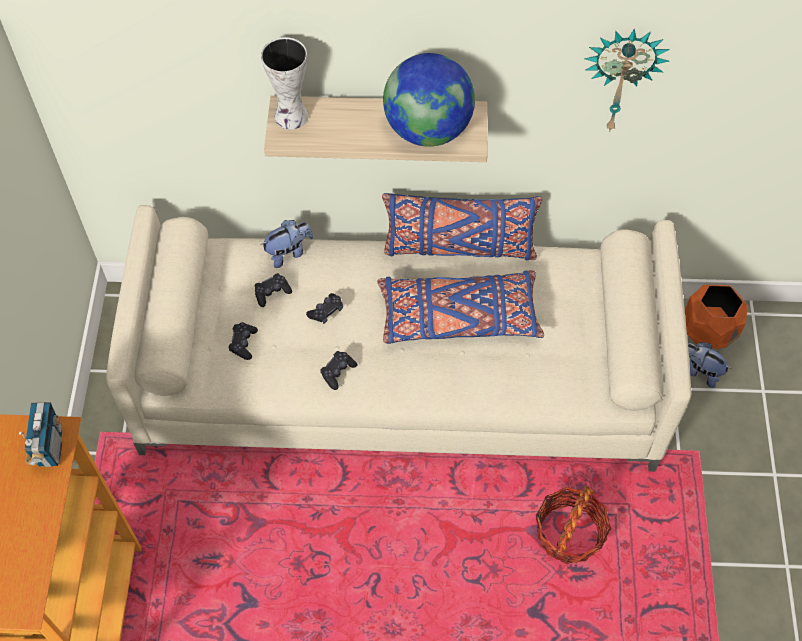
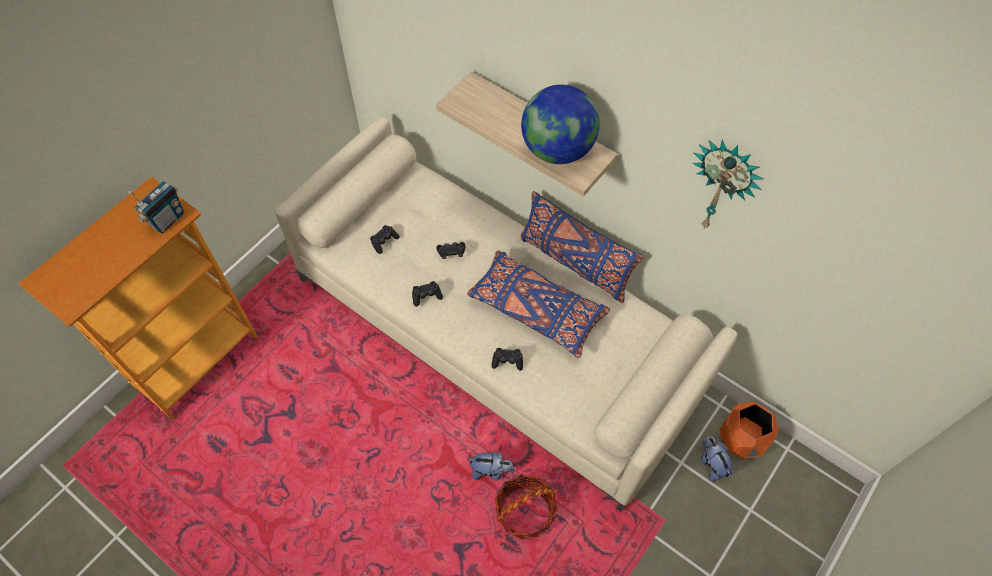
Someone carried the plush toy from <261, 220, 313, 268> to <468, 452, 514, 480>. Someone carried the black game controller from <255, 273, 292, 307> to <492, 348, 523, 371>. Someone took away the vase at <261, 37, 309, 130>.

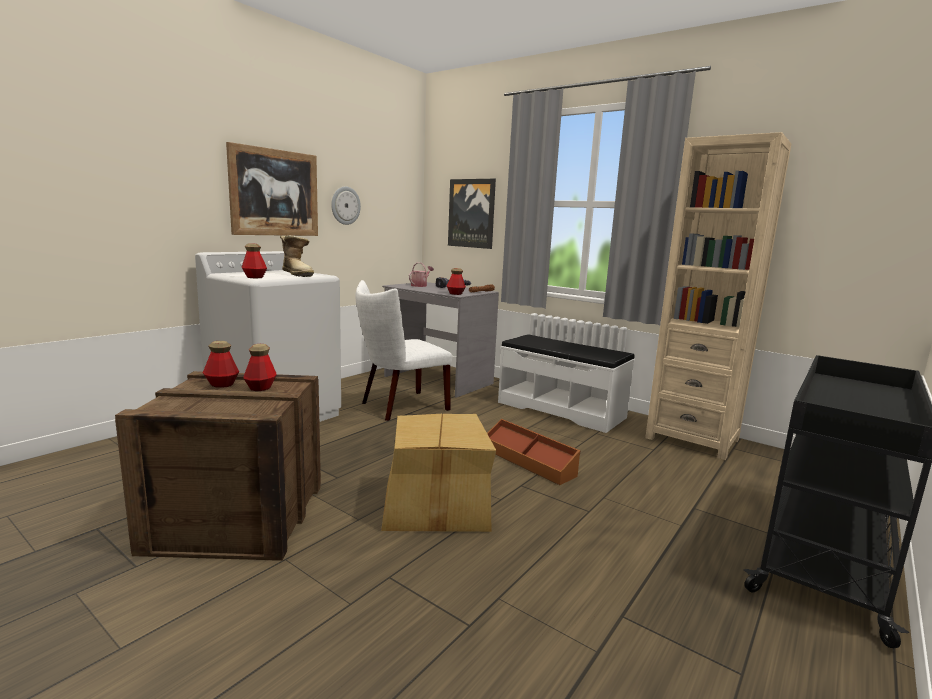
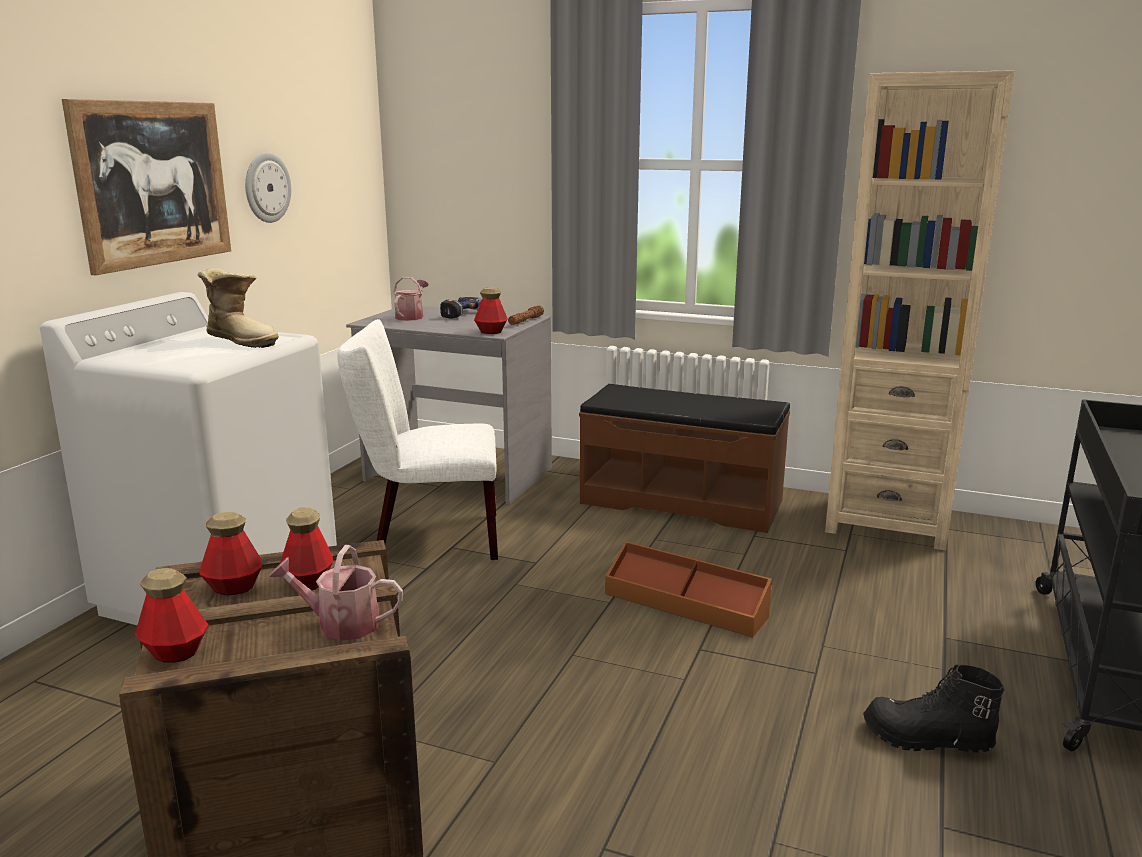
Someone carried the bottle from <242, 243, 267, 278> to <135, 568, 208, 663>. Someone put down the watering can at <269, 545, 403, 641>. Someone rotated the white chair at <355, 280, 452, 421> by 45 degrees clockwise. Someone repainted the white bench at <498, 334, 635, 433>, which became the brown bench at <579, 384, 790, 533>. Someone put down the black boot at <863, 664, 1004, 752>. Someone took away the cardboard box at <381, 414, 496, 532>. Someone took away the picture at <448, 179, 496, 249>.

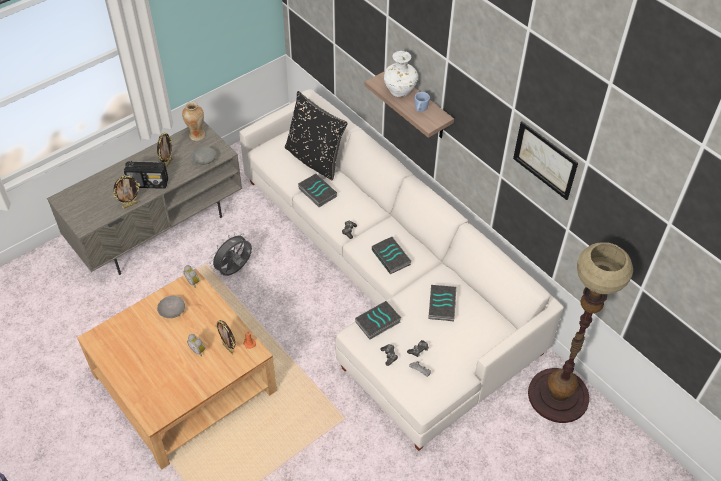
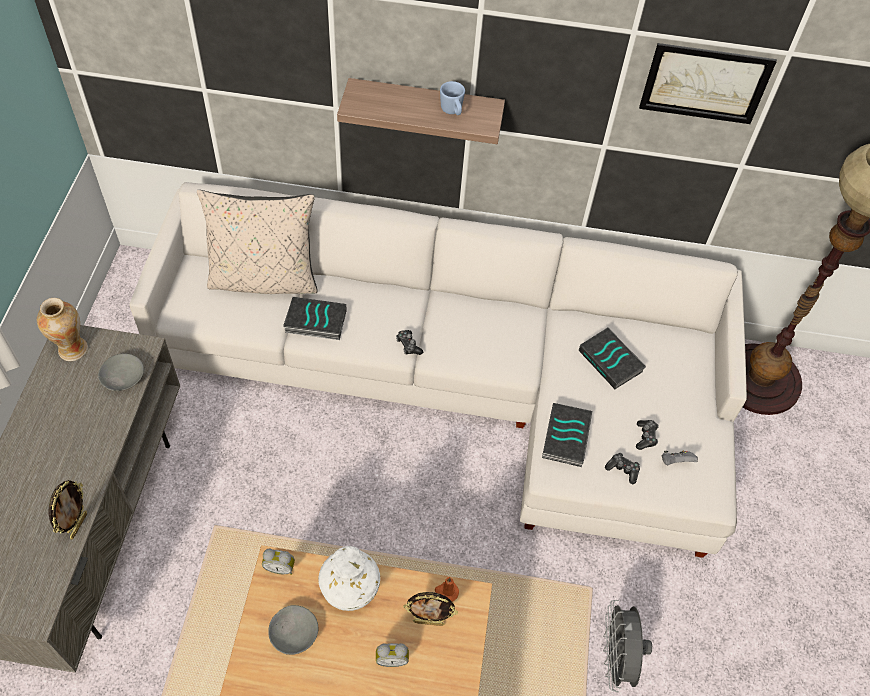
Someone repainted the black pillow at <285, 91, 348, 180>, which became the beige pillow at <197, 190, 318, 294>. Someone carried the white vase from <384, 51, 418, 97> to <318, 546, 380, 611>. Someone carried the grey fan from <210, 233, 252, 276> to <603, 600, 652, 692>. Someone took away the radio at <124, 160, 168, 189>. Someone took away the picture frame at <157, 132, 173, 168>. Someone took away the book at <372, 237, 411, 274>.

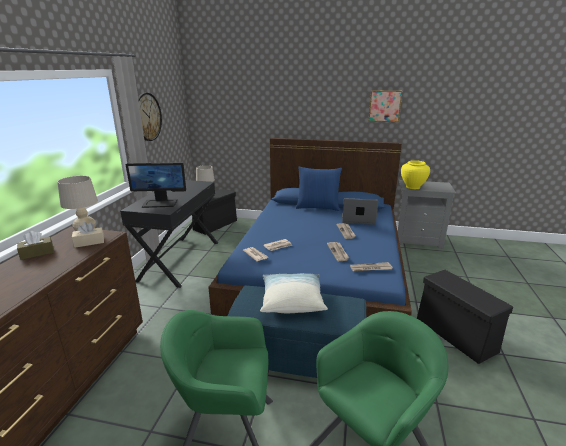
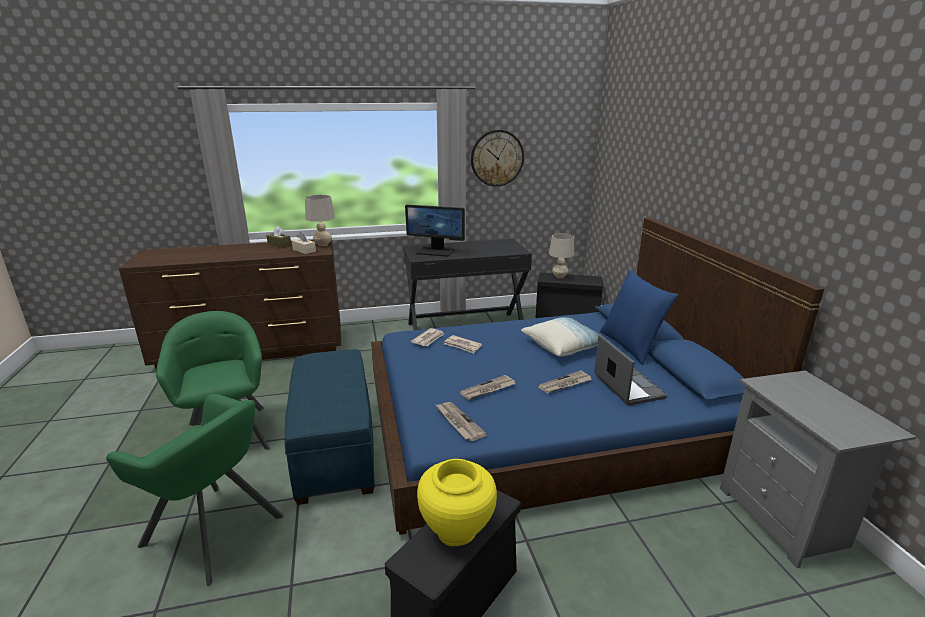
Someone rotated the monitor at <126, 162, 186, 208> by 45 degrees counterclockwise. Someone carried the yellow vase from <401, 160, 430, 189> to <417, 459, 497, 546>. Someone carried the pillow from <260, 273, 328, 313> to <521, 317, 610, 357>. Someone took away the picture at <368, 90, 402, 122>.

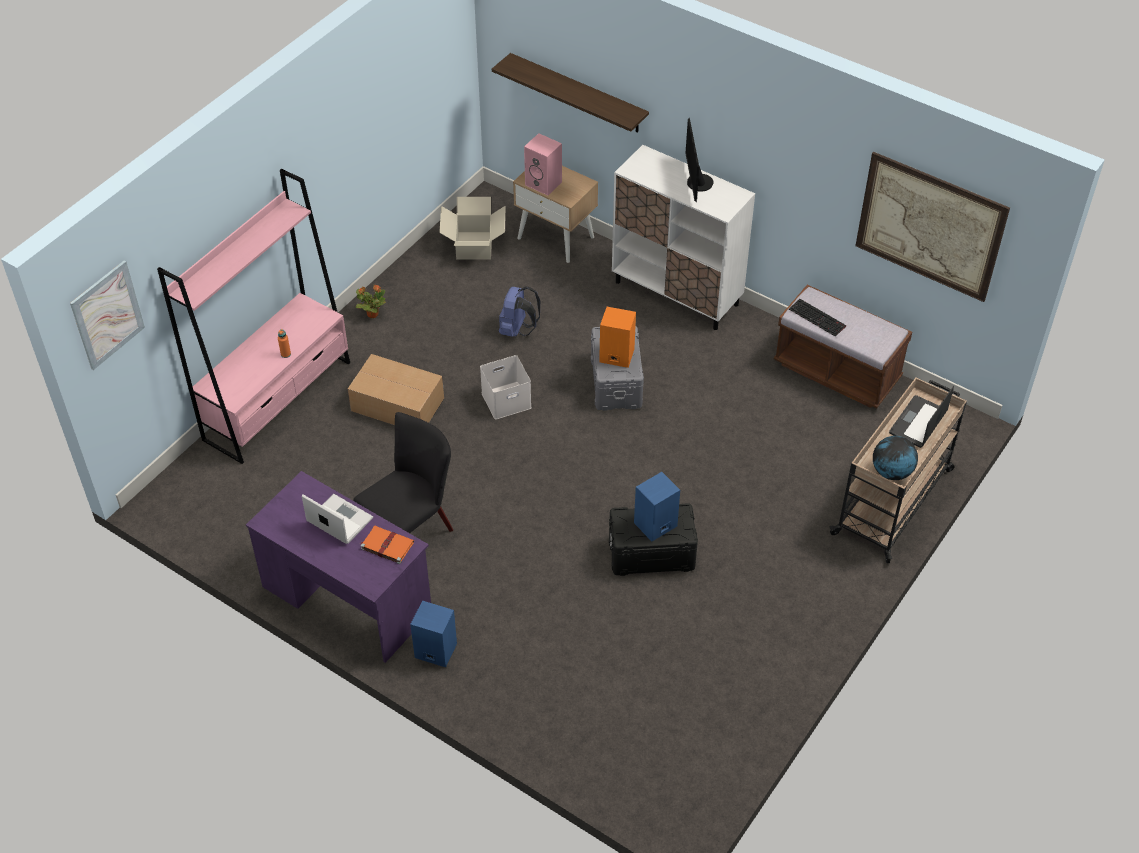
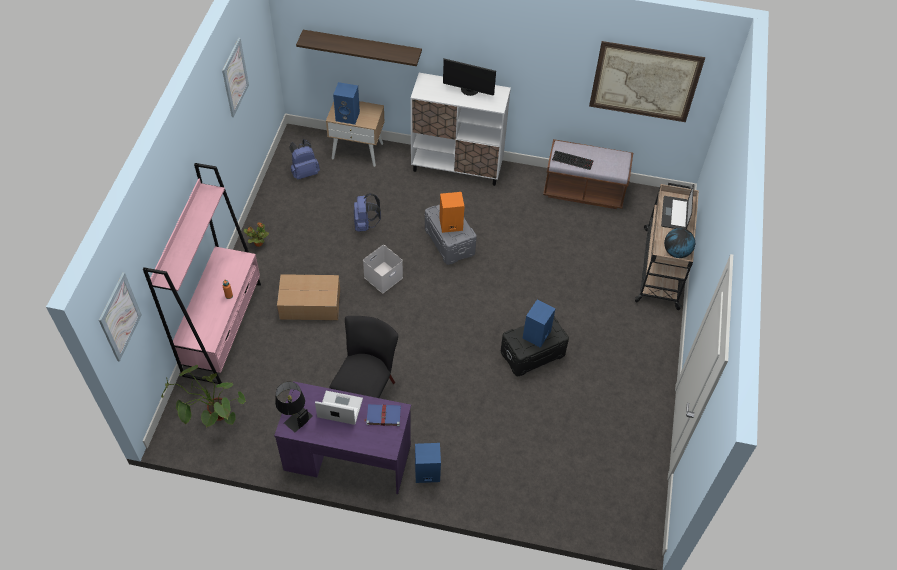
Someone put down the potted plant at <161, 365, 246, 428>. Someone put up the picture at <222, 38, 249, 117>. Someone put down the black table lamp at <275, 382, 313, 432>. Someone swapped the cardboard box at <439, 197, 506, 260> for the blue backpack at <289, 139, 320, 179>. Someone repainted the pink speaker at <524, 133, 562, 196>, which became the blue speaker at <333, 82, 360, 125>. Someone repainted the orange book at <361, 526, 414, 564>, which became the blue book at <364, 404, 401, 426>. Someone rotated the monitor at <685, 118, 714, 202> by 45 degrees counterclockwise.

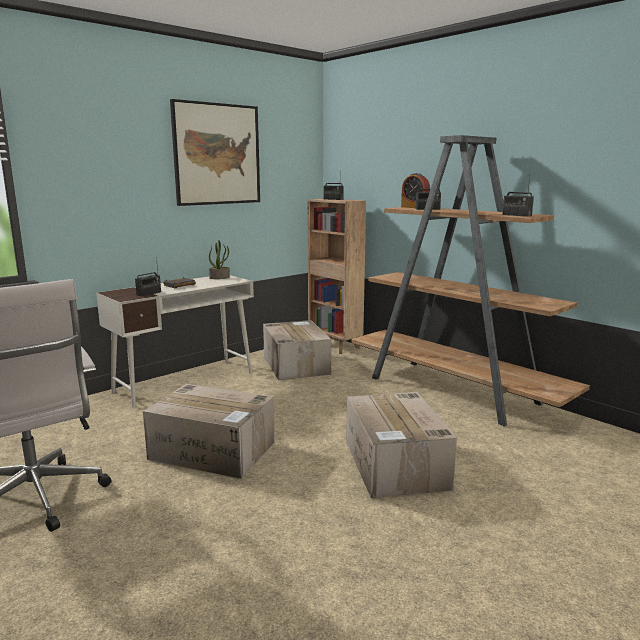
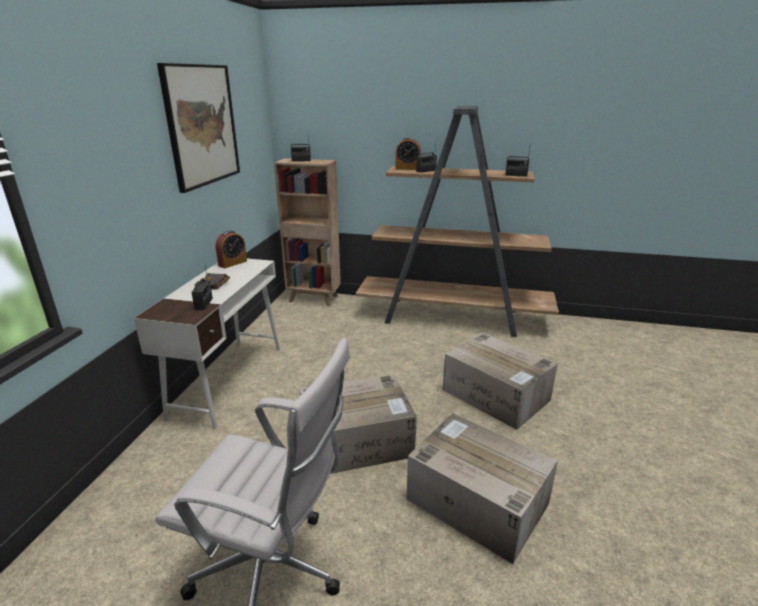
Someone swapped the potted plant at <209, 241, 230, 279> for the alarm clock at <216, 230, 247, 268>. Someone carried the cardboard box from <263, 320, 331, 380> to <407, 413, 558, 564>.

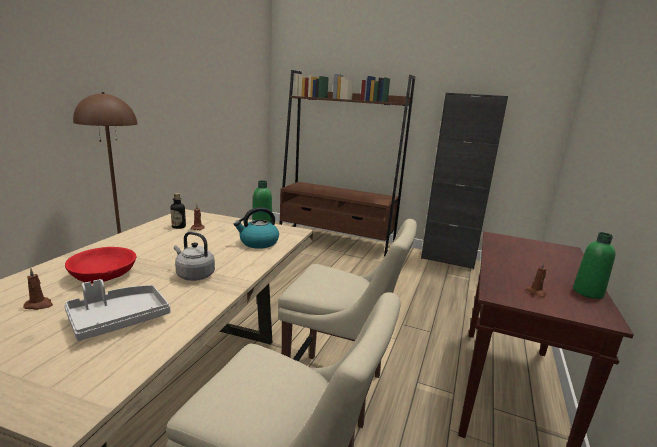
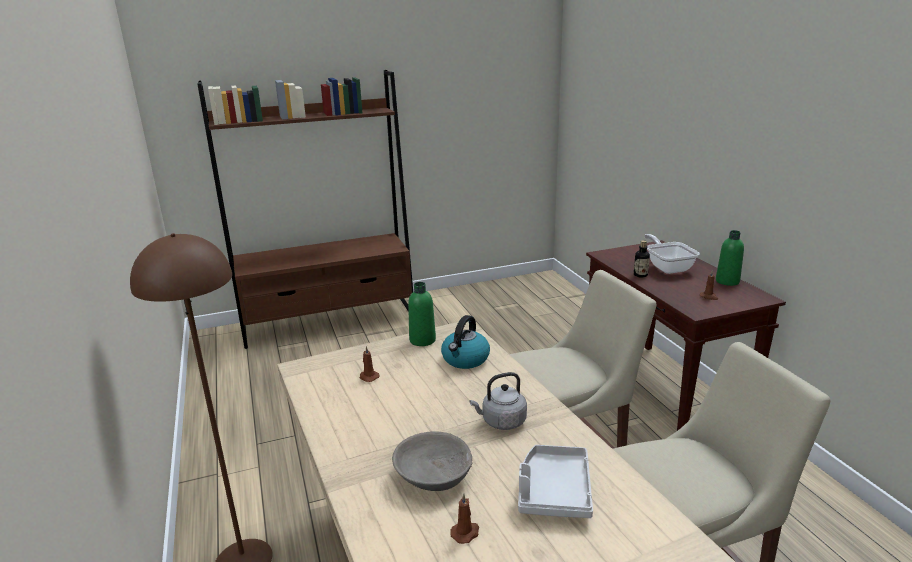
Someone repainted the red bowl at <65, 247, 136, 284>, which became the grey bowl at <392, 431, 472, 491>. Someone carried the bottle from <171, 193, 186, 229> to <634, 240, 650, 278>. Someone put down the frying pan at <644, 234, 699, 274>. Someone took away the black cabinet at <421, 93, 508, 270>.

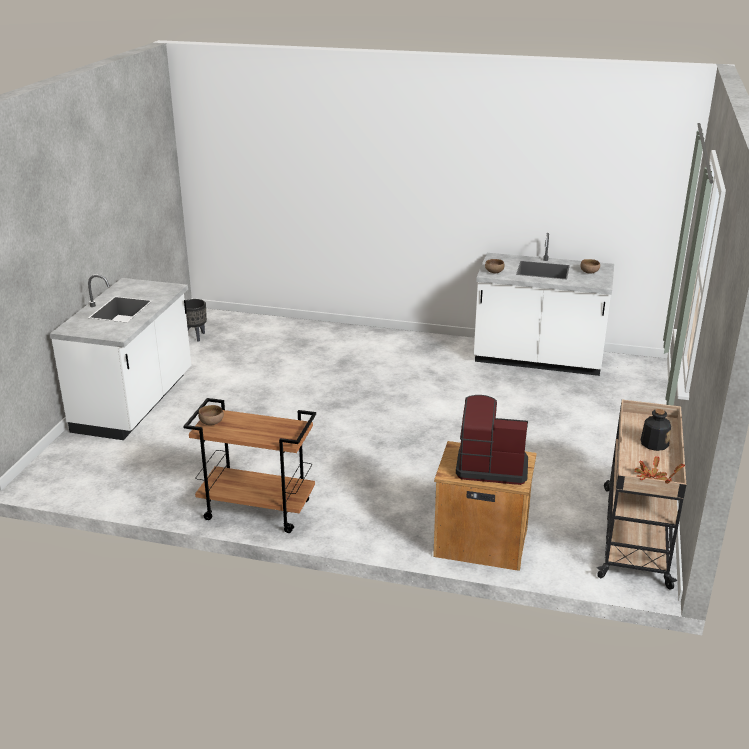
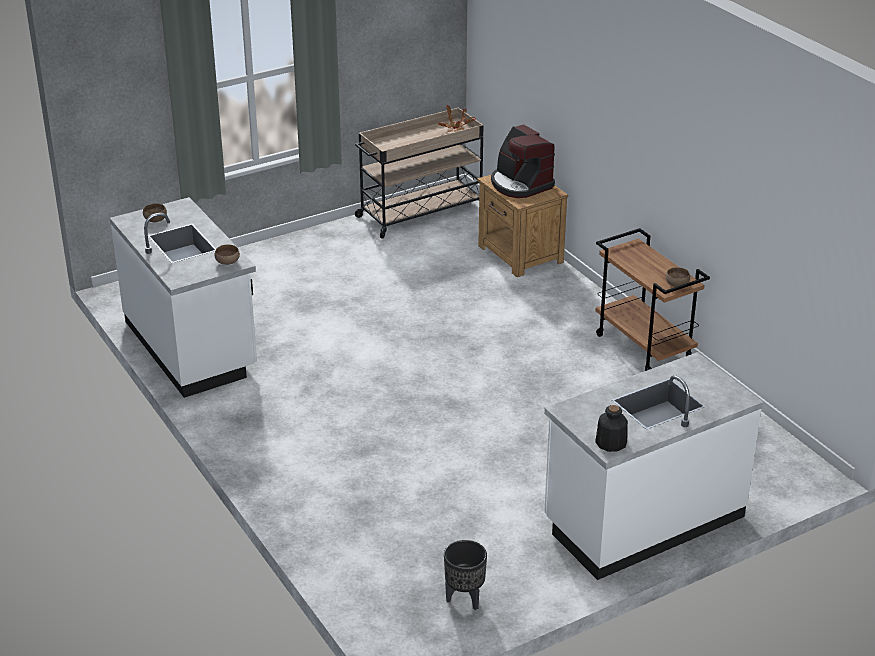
Someone carried the bottle from <641, 409, 671, 451> to <595, 405, 628, 452>.

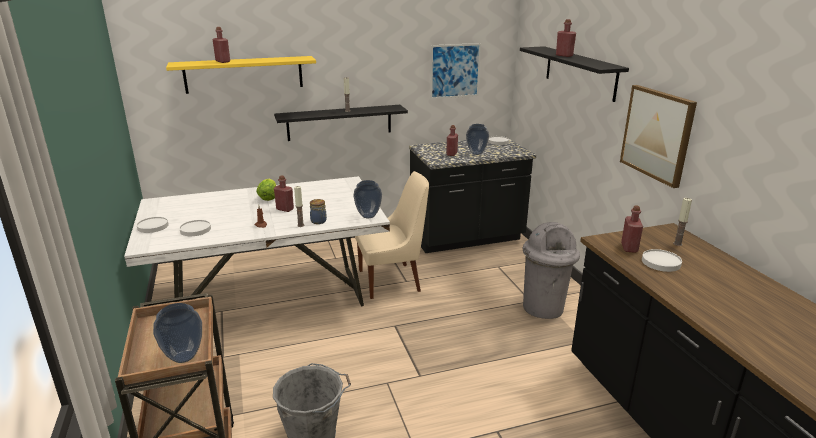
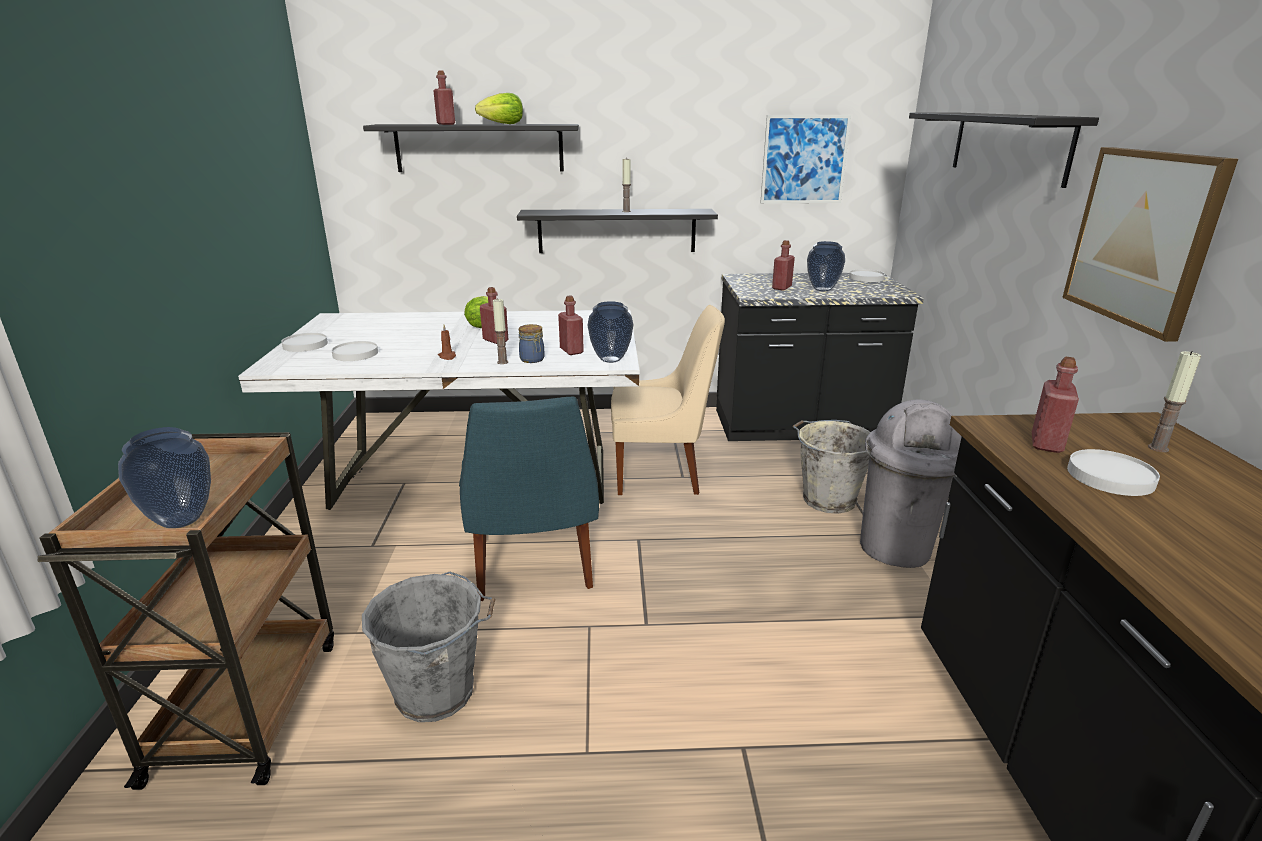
Someone repainted the yellow shelf at <166, 56, 316, 94>, which became the black shelf at <363, 124, 579, 172>. Someone put down the blue chair at <459, 396, 599, 601>. Someone put down the lettuce at <475, 93, 523, 124>. Someone carried the red bottle from <556, 19, 576, 57> to <558, 296, 584, 355>. Someone put down the grey bucket at <793, 420, 870, 514>.

